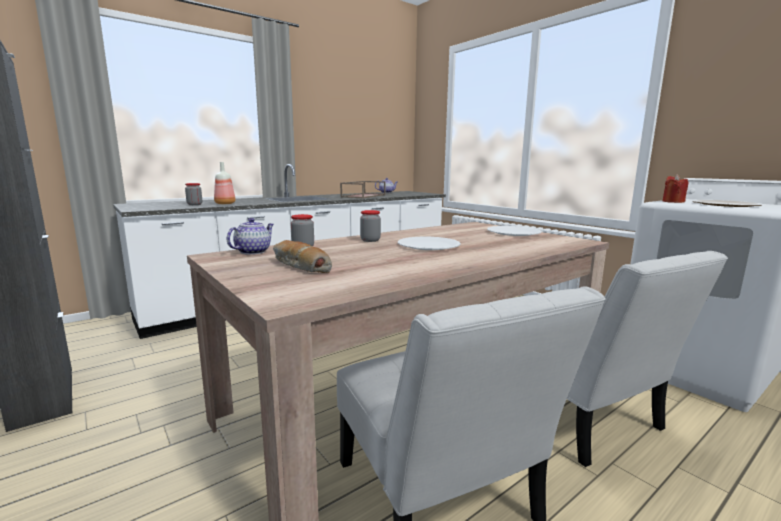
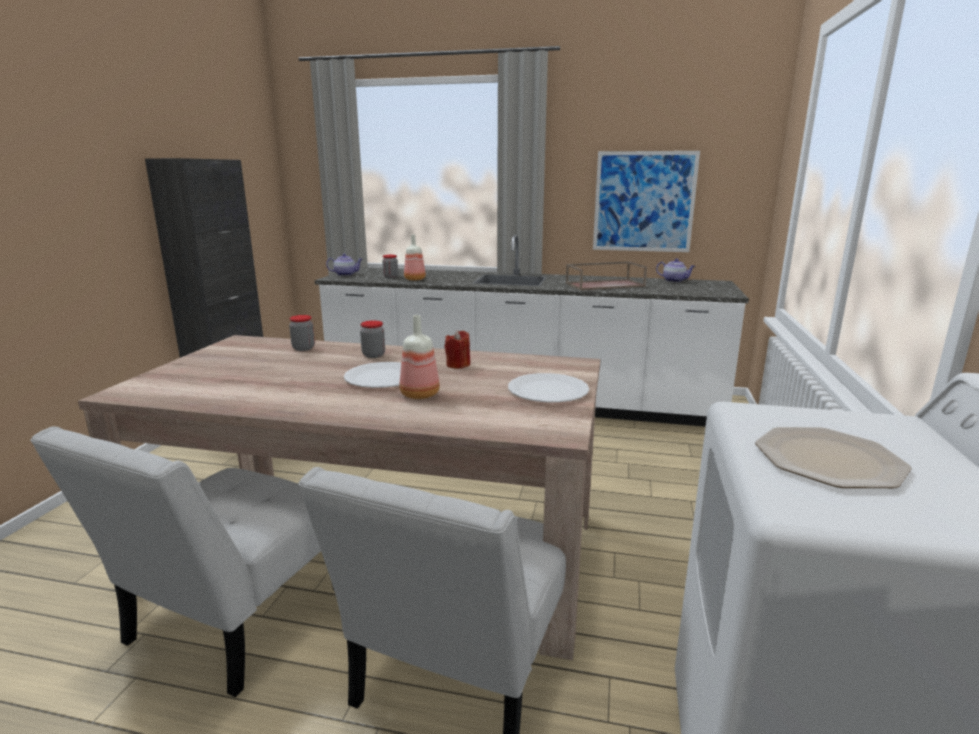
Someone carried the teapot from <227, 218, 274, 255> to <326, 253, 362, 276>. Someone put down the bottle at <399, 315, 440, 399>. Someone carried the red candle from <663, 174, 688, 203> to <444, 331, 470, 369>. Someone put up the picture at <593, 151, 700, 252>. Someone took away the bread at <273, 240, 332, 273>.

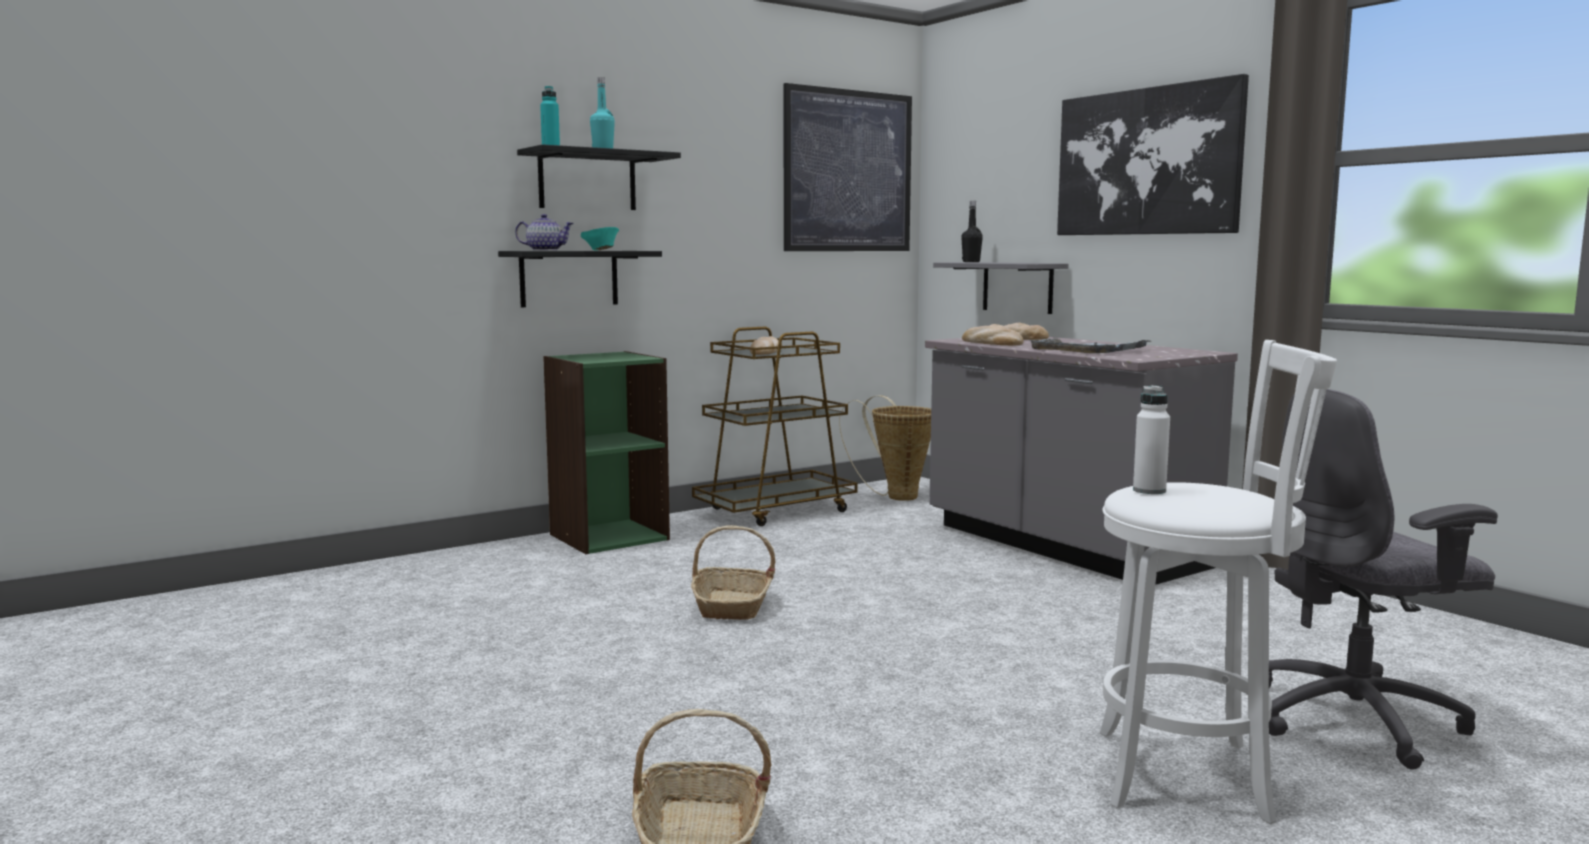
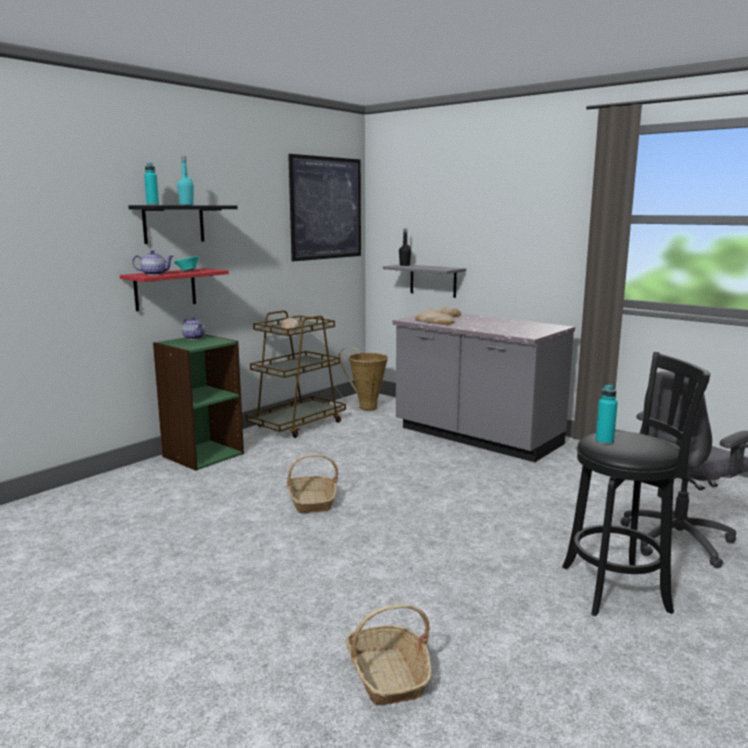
Someone repainted the black shelf at <498, 251, 662, 307>, which became the red shelf at <120, 268, 229, 312>. Someone put down the teapot at <182, 316, 205, 340>. Someone repainted the white stool at <1100, 340, 1337, 824>, which became the black stool at <562, 352, 710, 616>. Someone repainted the white bottle at <1133, 385, 1170, 494>, which became the turquoise bottle at <595, 384, 618, 445>. Someone took away the grey tray at <1029, 338, 1151, 353>. Someone took away the picture at <1057, 74, 1249, 235>.

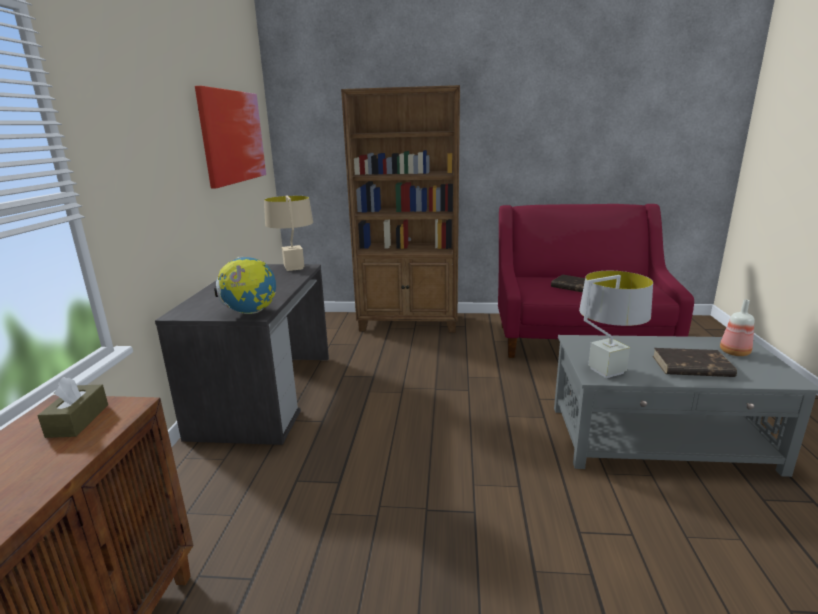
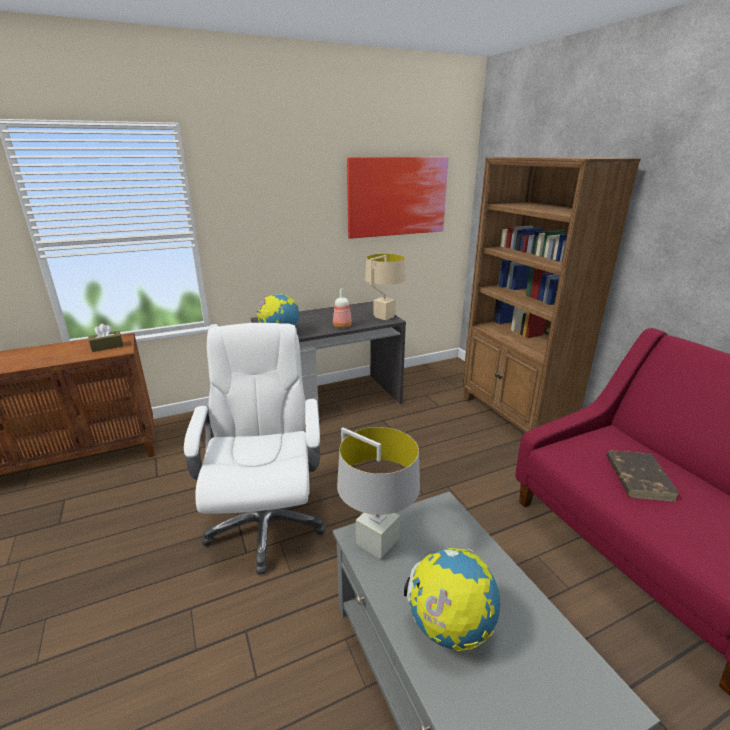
Someone put down the white office chair at <184, 323, 326, 575>. Someone carried the bottle from <720, 299, 755, 356> to <333, 288, 352, 328>. Someone swapped the brown book at <652, 348, 737, 377> for the globe at <404, 548, 500, 651>.

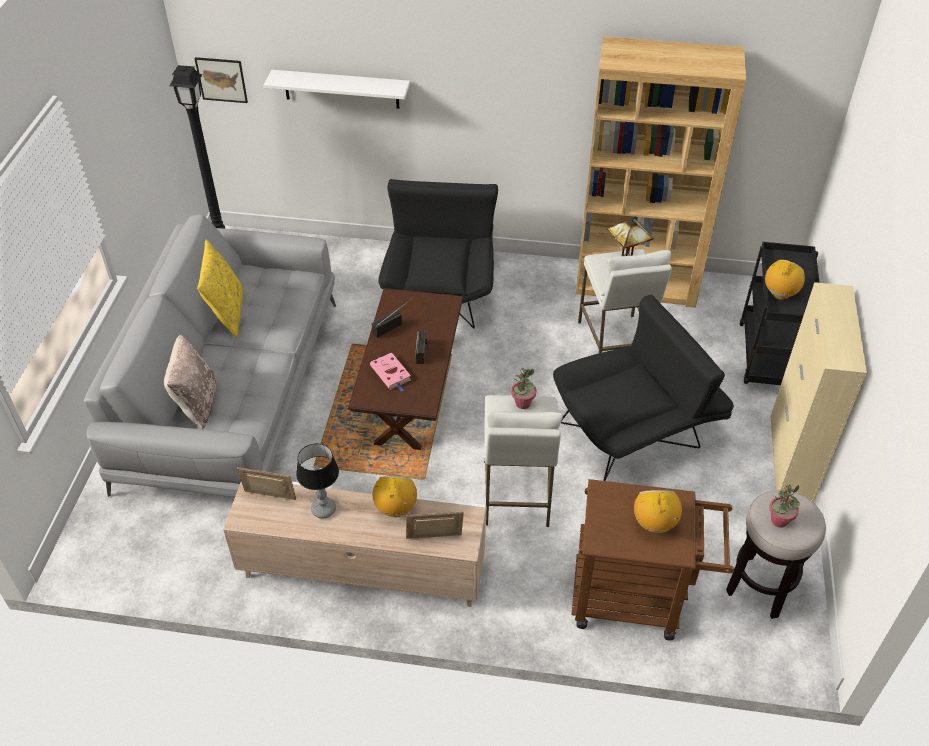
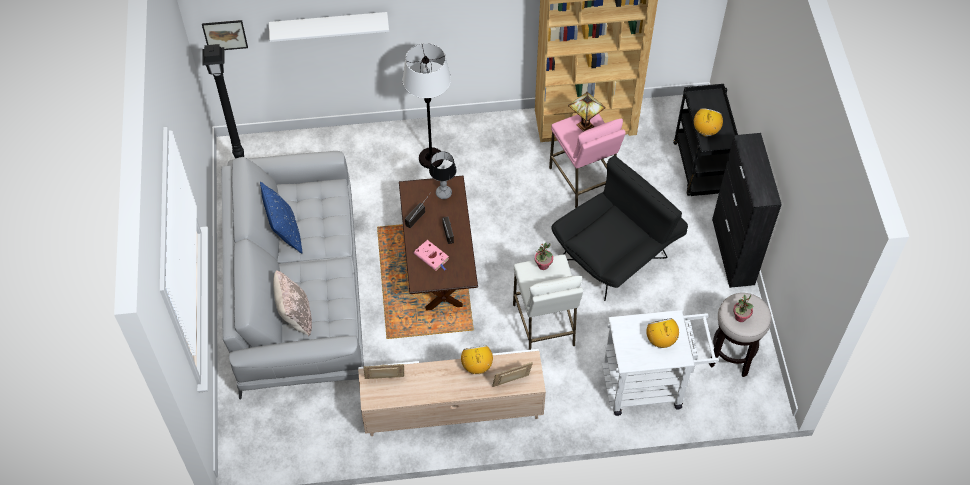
Someone repainted the yellow pillow at <197, 239, 244, 338>, which became the blue pillow at <260, 182, 303, 254>. Someone swapped the black armchair at <378, 179, 498, 329> for the white floor lamp at <402, 43, 451, 169>. Someone carried the table lamp from <296, 443, 339, 519> to <429, 151, 457, 199>. Someone repainted the white stool at <578, 249, 672, 353>, which became the pink stool at <549, 113, 626, 208>. Someone repainted the brown cart at <571, 479, 734, 641>, which became the white cart at <602, 310, 719, 416>. Someone repainted the beige cabinet at <770, 282, 867, 503>, which became the black cabinet at <712, 133, 782, 288>.

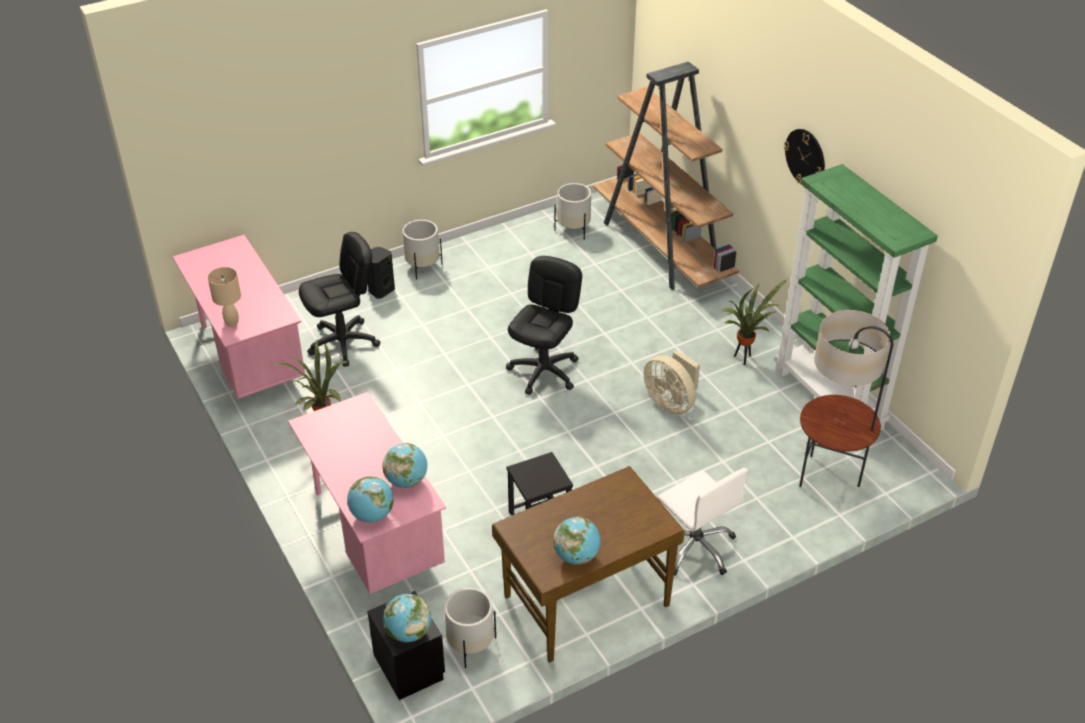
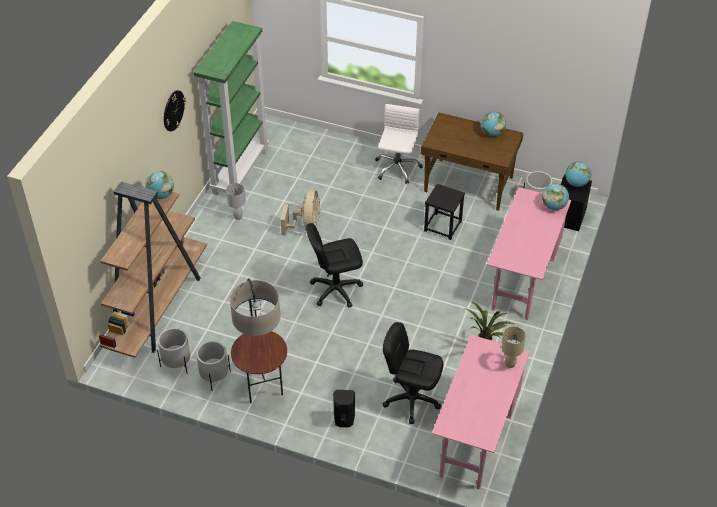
Someone carried the globe from <382, 443, 427, 488> to <145, 171, 174, 199>. Someone carried the white planter from <403, 220, 443, 280> to <196, 341, 231, 391>. Someone swapped the potted plant at <722, 280, 787, 365> for the white table lamp at <226, 183, 246, 220>. Someone carried the floor lamp from <799, 310, 893, 487> to <230, 278, 287, 403>.

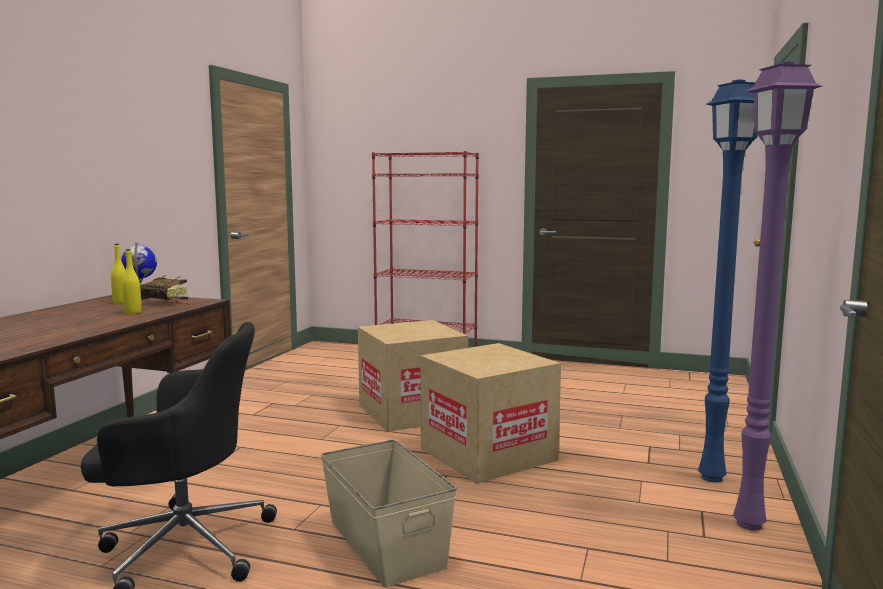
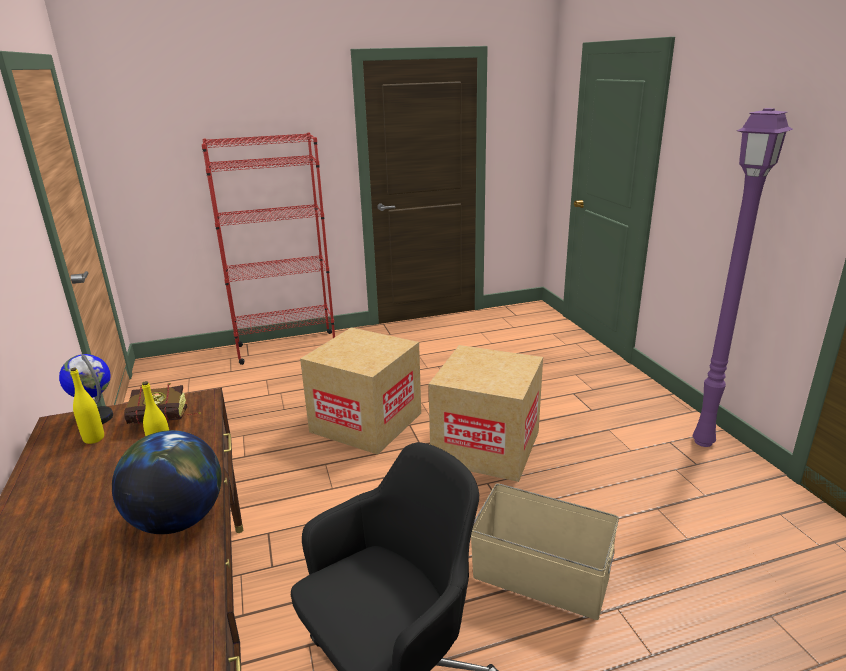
Someone put down the globe at <112, 430, 222, 534>. Someone took away the blue floor lamp at <698, 80, 758, 482>.

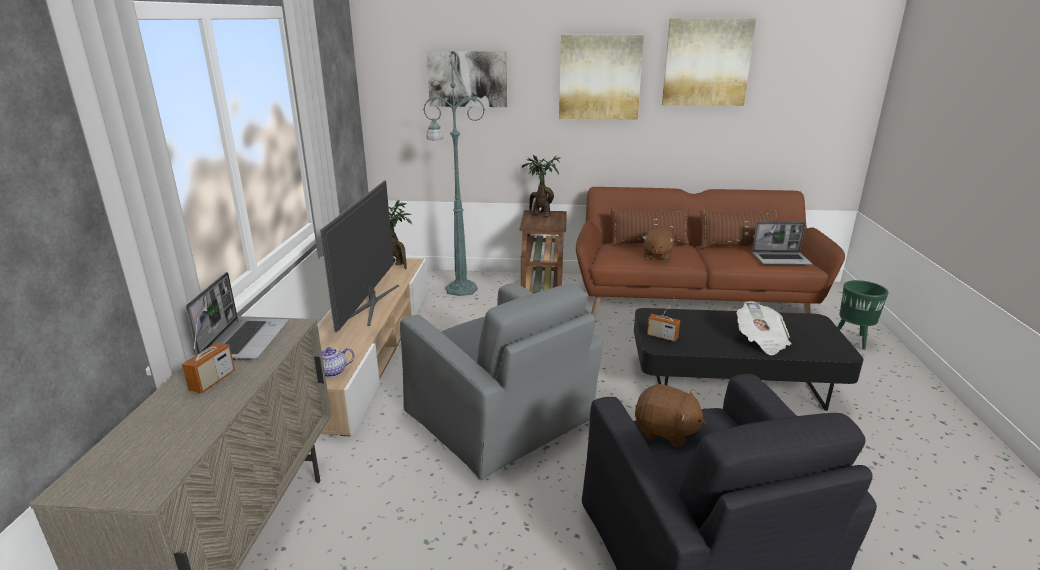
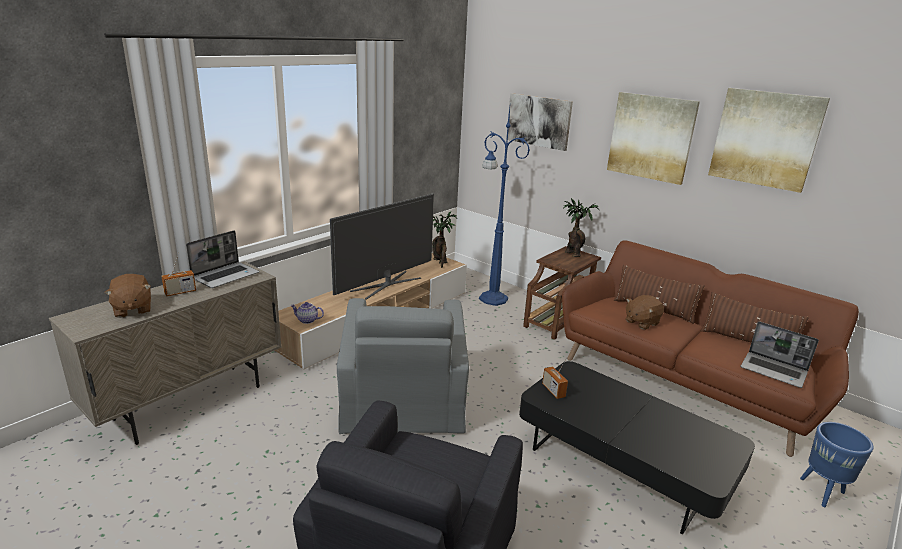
Someone carried the brown plush toy from <635, 384, 706, 447> to <104, 274, 151, 318>. Someone repainted the green floor lamp at <423, 66, 485, 296>, which became the blue floor lamp at <479, 108, 530, 306>. Someone repainted the green planter at <837, 280, 889, 350>, which became the blue planter at <800, 422, 874, 507>. Someone took away the newspaper at <736, 301, 791, 355>.

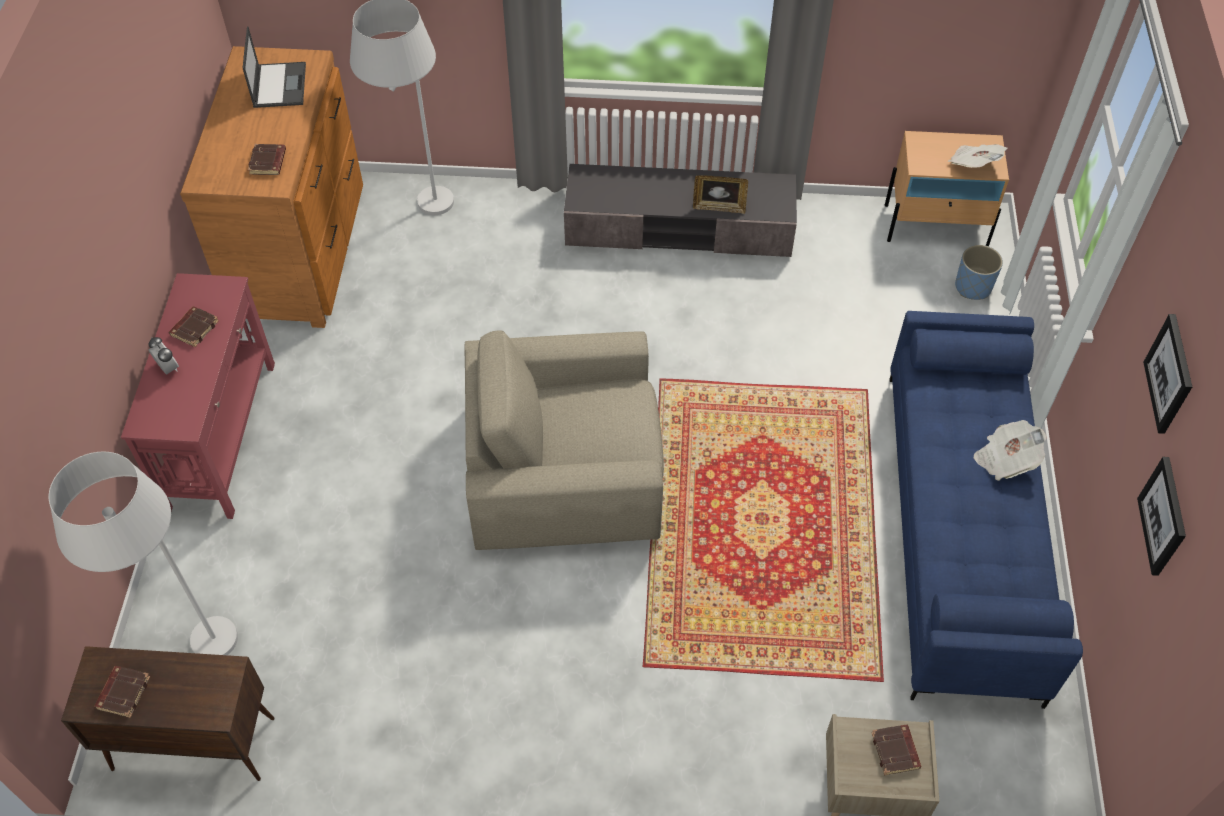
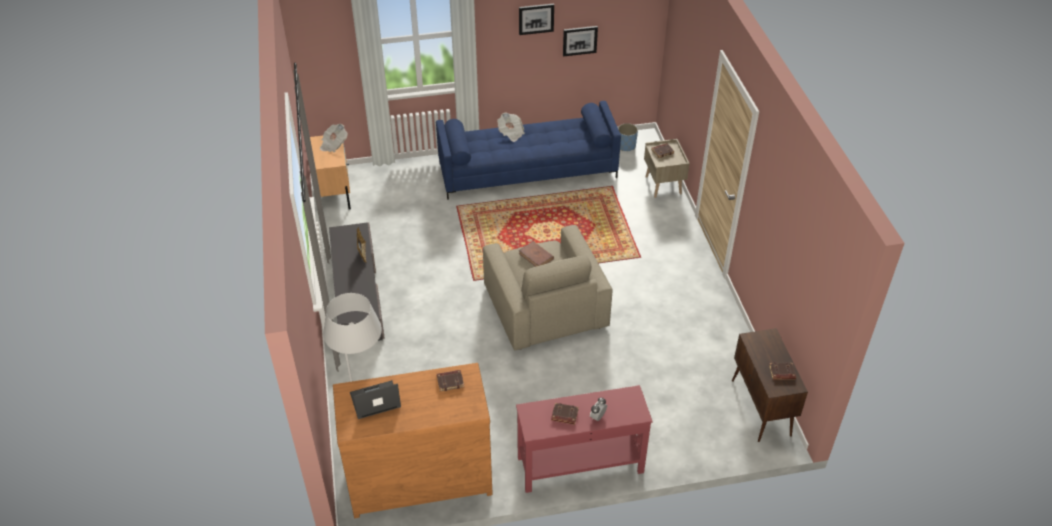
Someone put down the brown book at <519, 241, 554, 267>. Someone carried the blue planter from <955, 245, 1003, 300> to <618, 123, 638, 151>. Someone took away the white floor lamp at <49, 452, 238, 655>.

